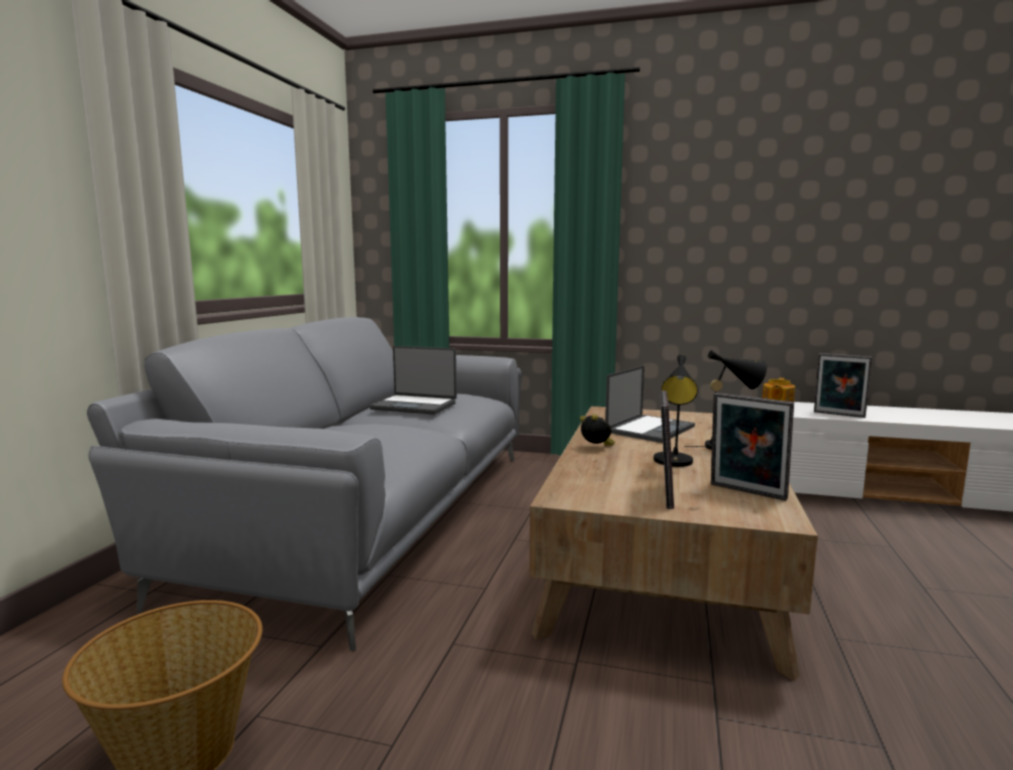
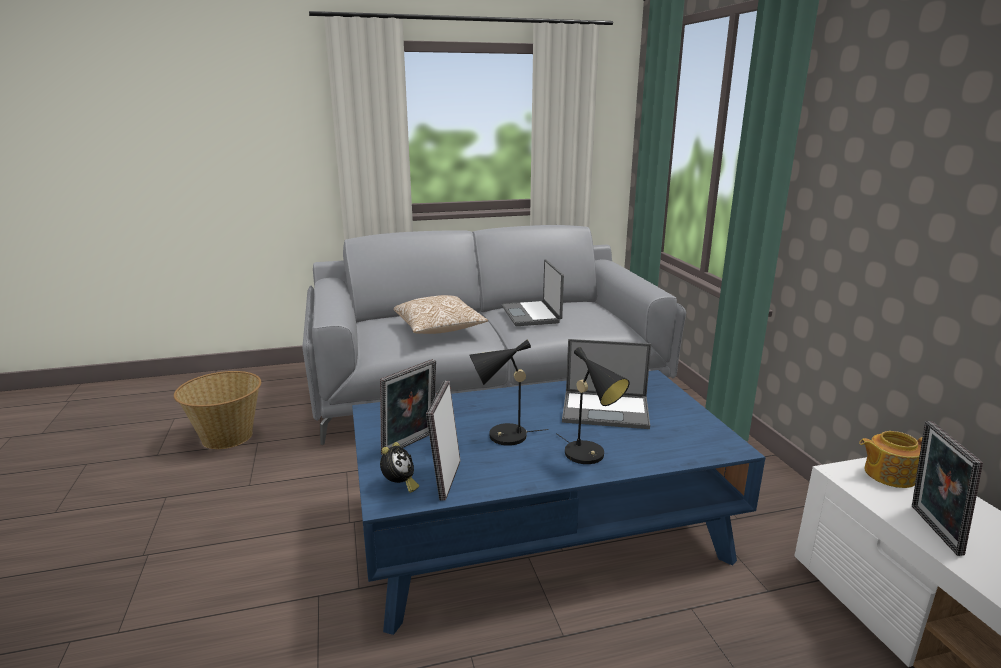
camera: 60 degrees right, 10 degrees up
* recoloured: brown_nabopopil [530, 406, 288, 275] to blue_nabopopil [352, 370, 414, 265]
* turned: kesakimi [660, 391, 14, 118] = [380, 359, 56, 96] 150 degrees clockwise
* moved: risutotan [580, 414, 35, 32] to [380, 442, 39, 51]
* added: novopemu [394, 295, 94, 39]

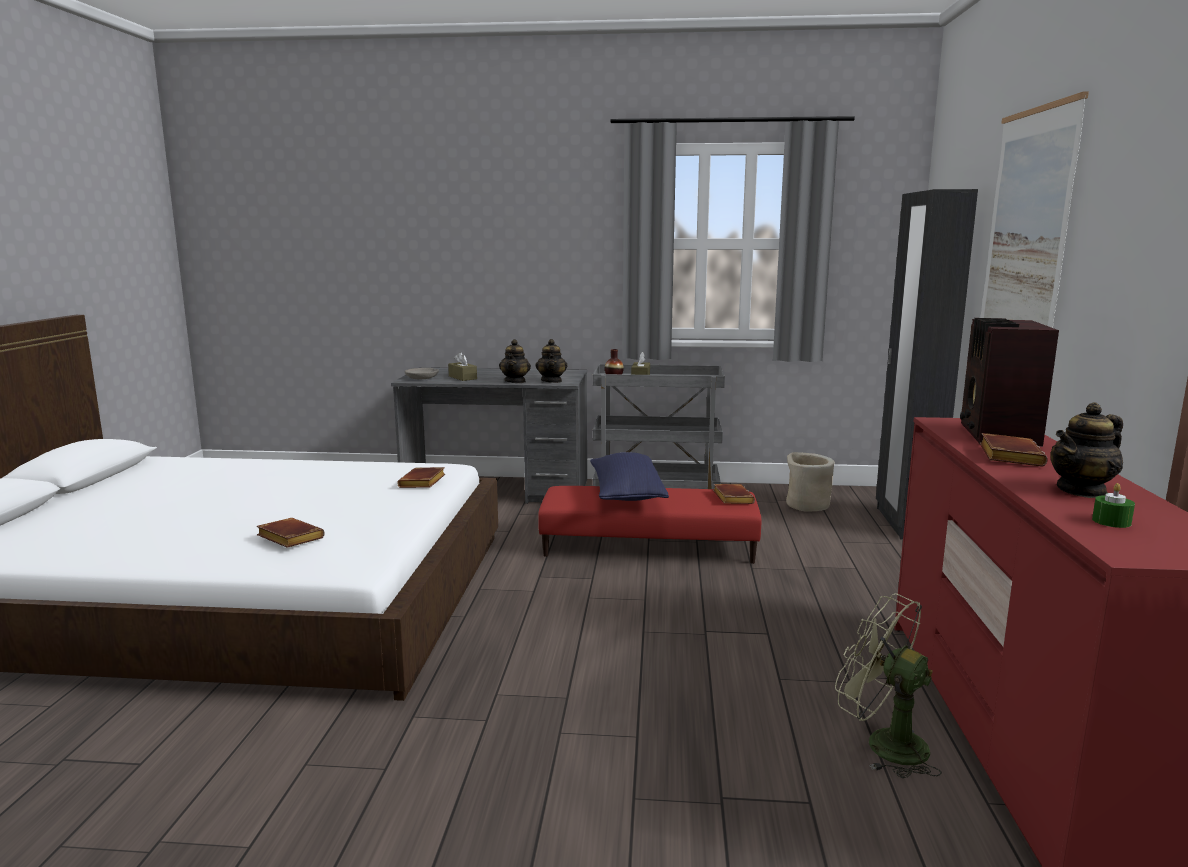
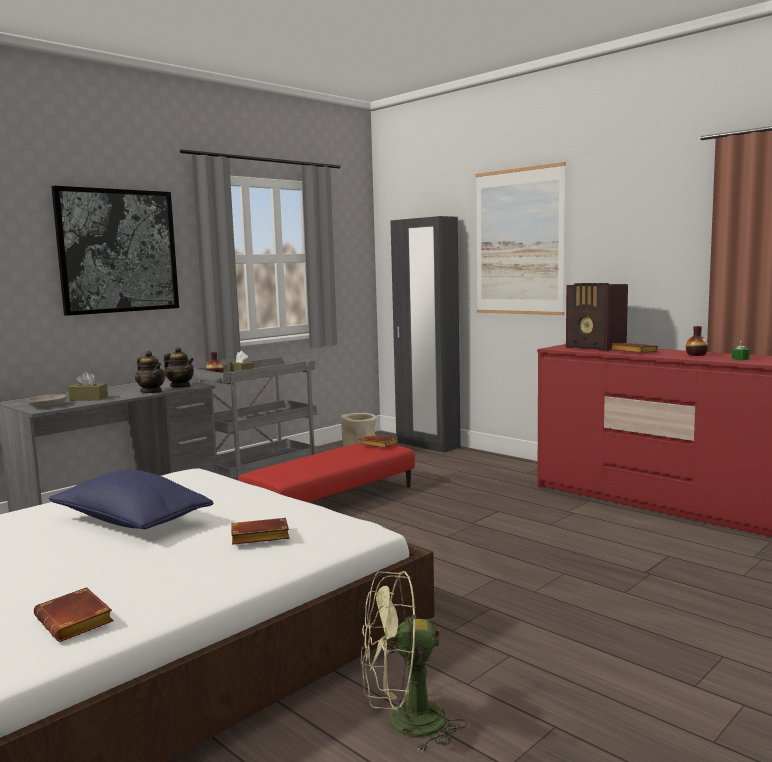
camera: 50 degrees left, 5 degrees down
* moved: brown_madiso [397, 467, 48, 21] to [34, 587, 80, 55]
* moved: blue_novopemu [590, 452, 79, 49] to [49, 470, 164, 59]
* added: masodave [51, 186, 128, 130]
* moved: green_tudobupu [835, 593, 107, 185] to [361, 571, 106, 182]
* replaced: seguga [1050, 402, 73, 96] to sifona [686, 326, 22, 30]

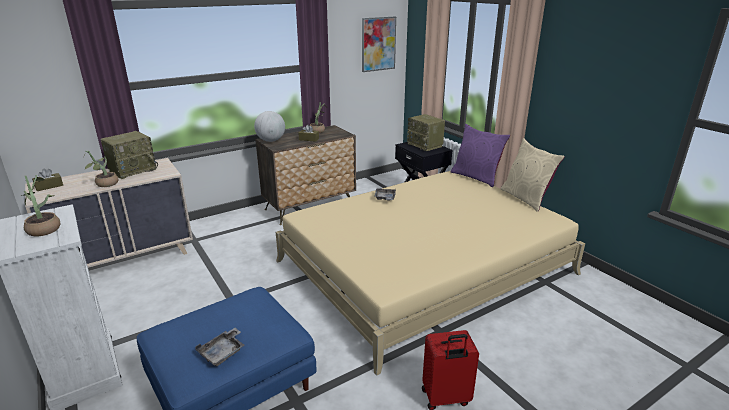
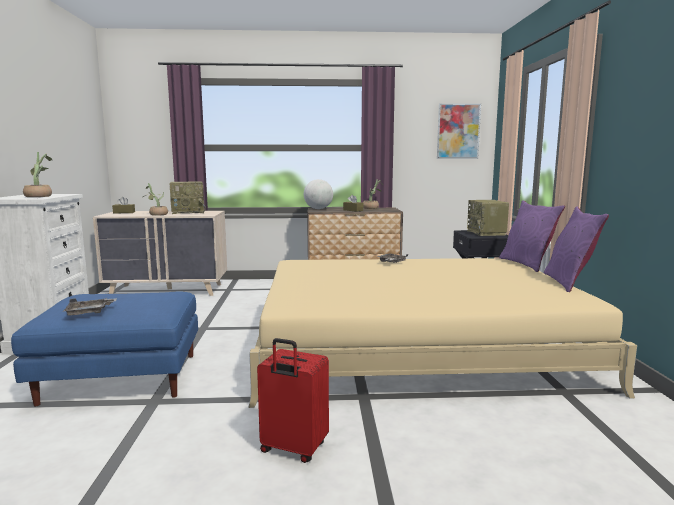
camera: 30 degrees right, 15 degrees down
* recoloured: beige_novopemu [501, 138, 64, 74] to purple_novopemu [544, 206, 65, 86]

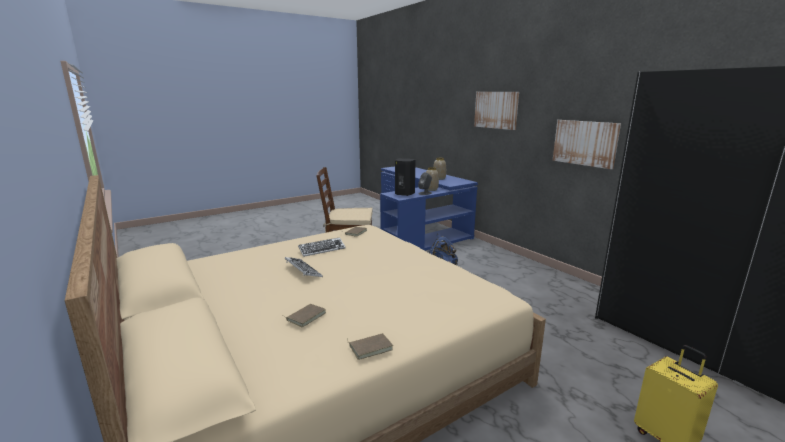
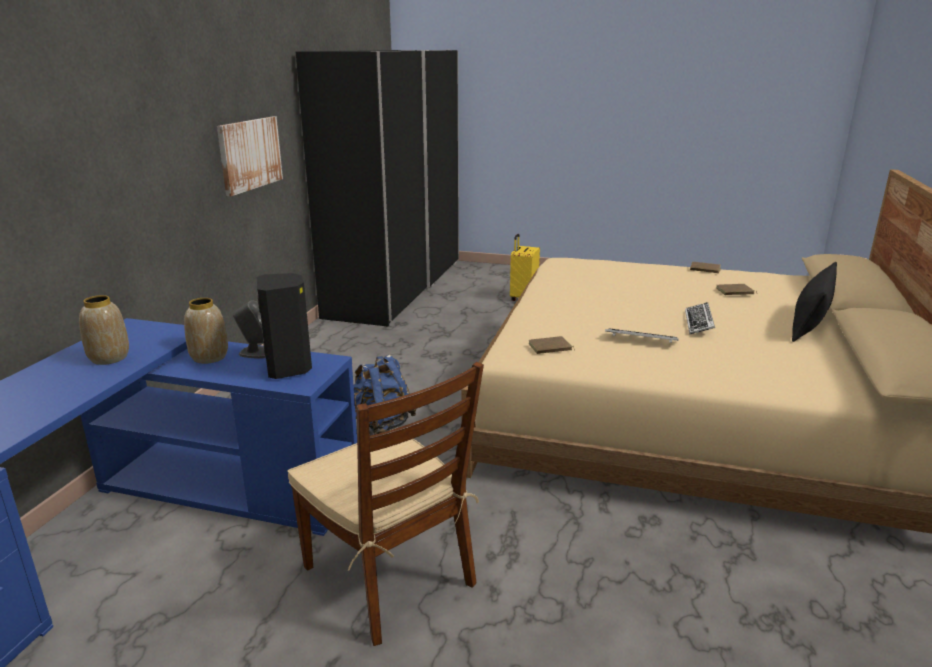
camera: 130 degrees left, 5 degrees up
* added: black_novopemu [792, 262, 45, 80]
* removed: masodave [474, 92, 45, 38]

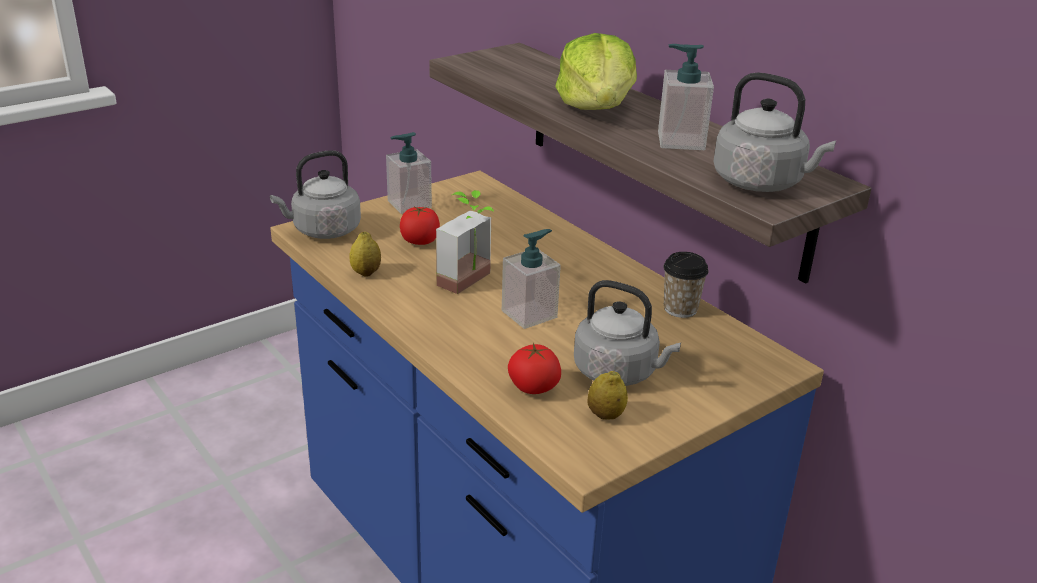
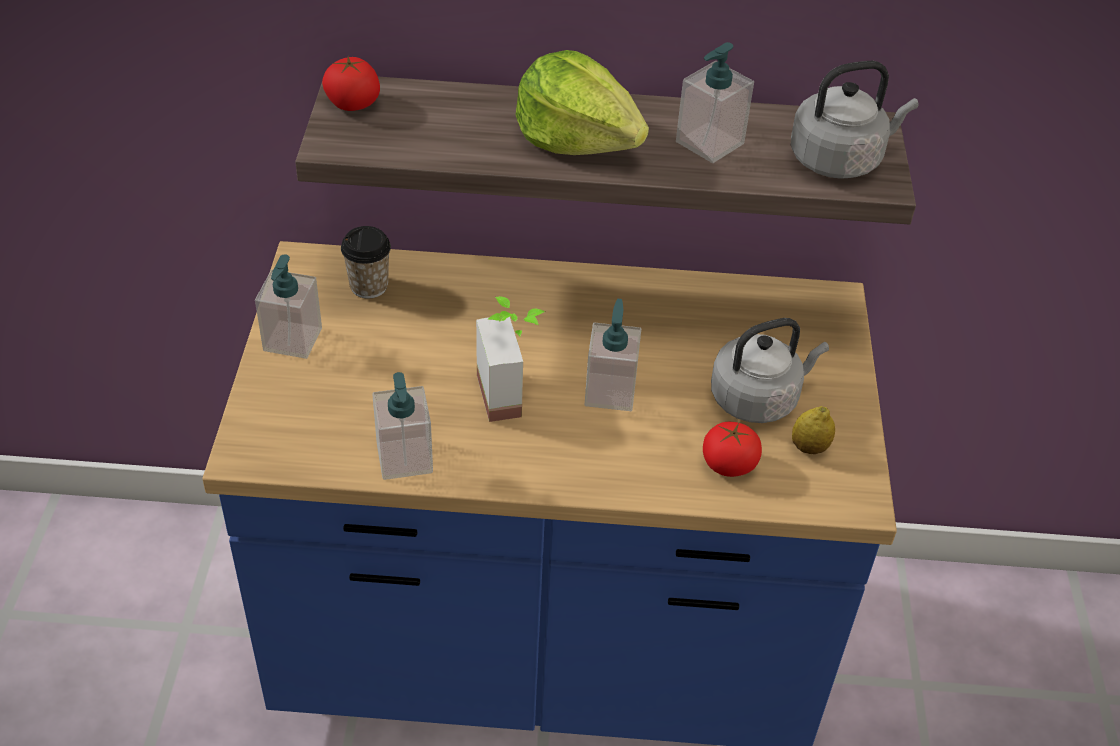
camera: 50 degrees left, 15 degrees up
* moved: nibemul [400, 206, 40, 39] to [322, 56, 58, 55]
* moved: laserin [663, 252, 46, 66] to [341, 226, 50, 72]
* replaced: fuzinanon [349, 232, 32, 45] to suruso [372, 372, 61, 108]
* removed: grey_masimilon [270, 150, 91, 89]

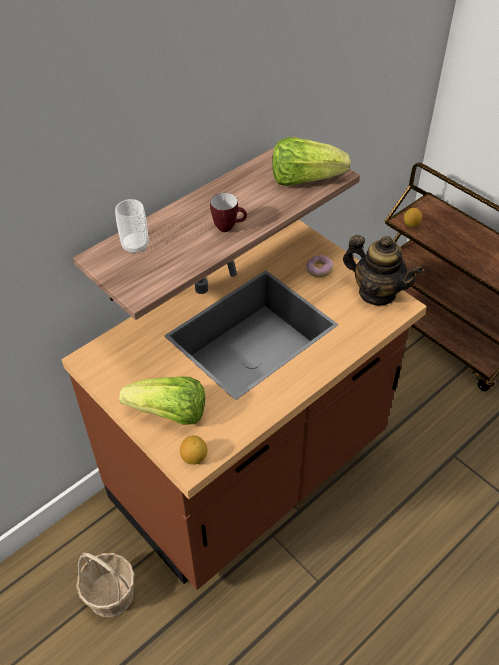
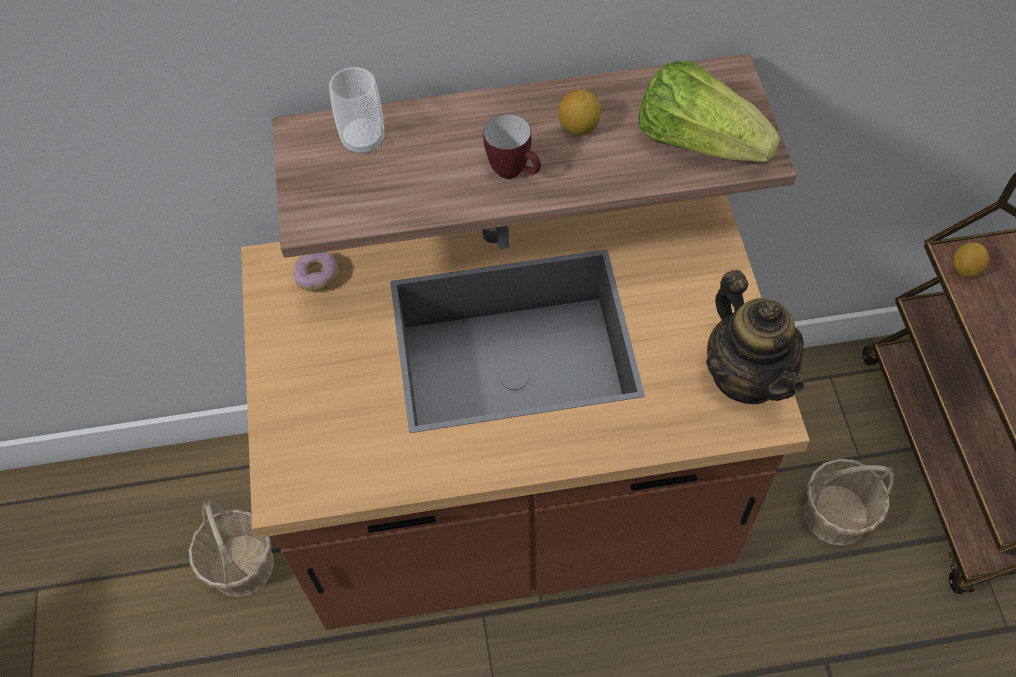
camera: 35 degrees right, 10 degrees up
* moved: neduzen [306, 255, 28, 23] to [293, 252, 45, 39]
* moved: fuzinanon [180, 436, 28, 29] to [559, 89, 42, 46]
* added: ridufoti [804, 459, 90, 87]
* removed: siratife [119, 376, 86, 49]

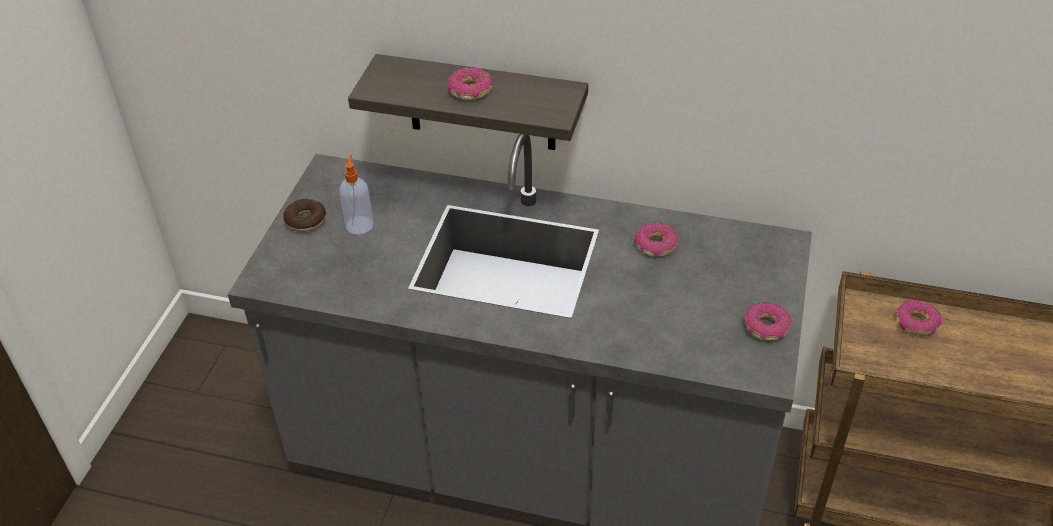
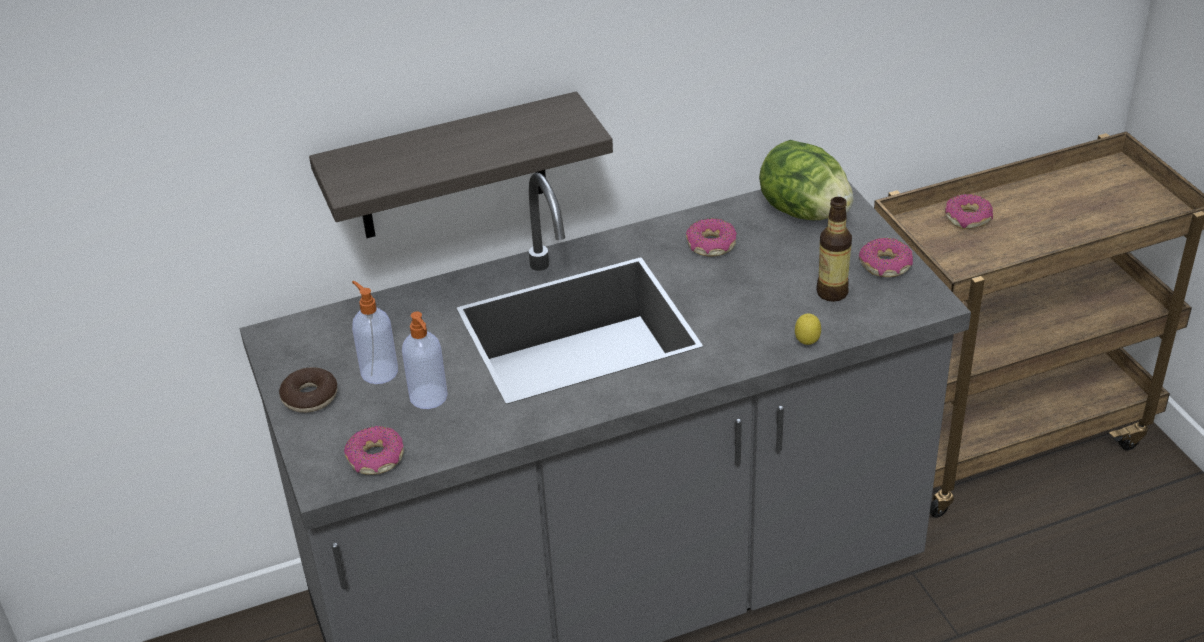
camera: 35 degrees left, 5 degrees down
* moved: neduzen [448, 67, 44, 33] to [344, 426, 60, 49]
* added: suruso [402, 311, 46, 98]
* added: siratife [759, 140, 95, 80]
* added: fuzinanon [795, 314, 26, 31]
* added: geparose [816, 197, 36, 105]

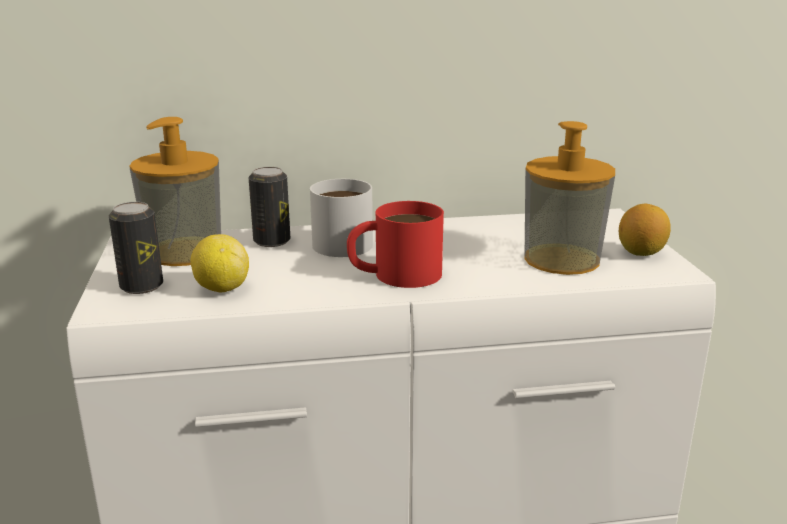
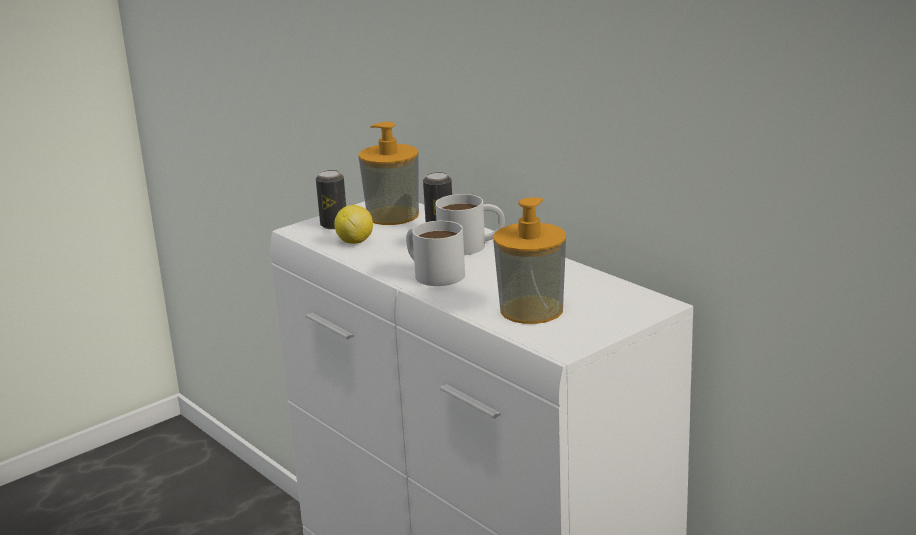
camera: 60 degrees right, 0 degrees up
* recoloured: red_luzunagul [347, 201, 97, 87] to white_luzunagul [406, 221, 59, 65]
* removed: fuzinanon [619, 204, 52, 52]

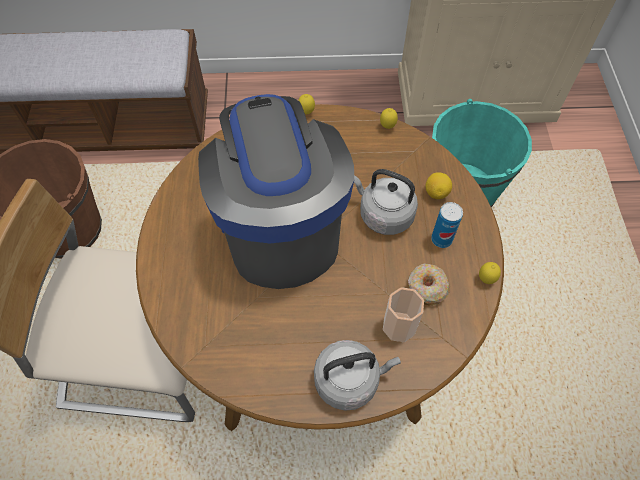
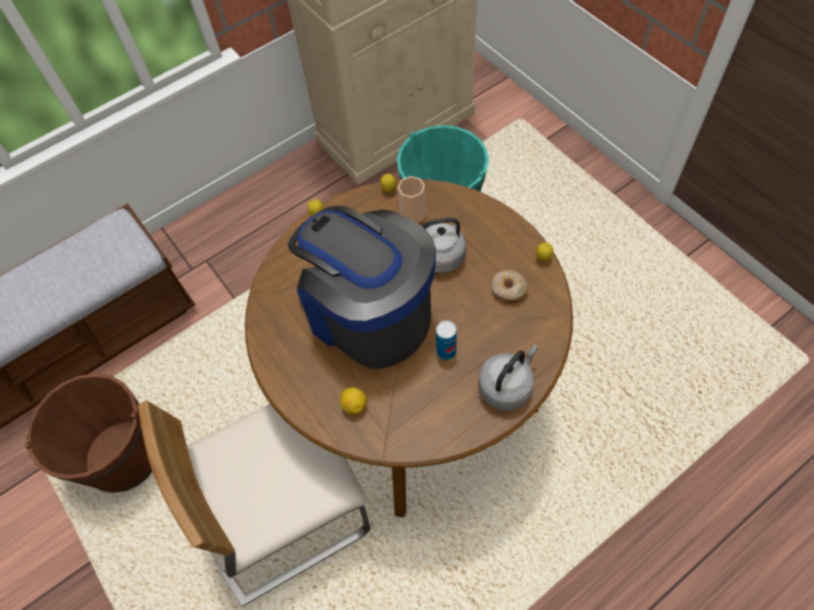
camera: 30 degrees left, 0 degrees up
* moved: fuzinanon [426, 172, 26, 27] to [340, 387, 27, 28]
* moved: laserin [383, 287, 41, 55] to [398, 176, 28, 47]
* moved: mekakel [431, 202, 32, 46] to [436, 320, 21, 40]

